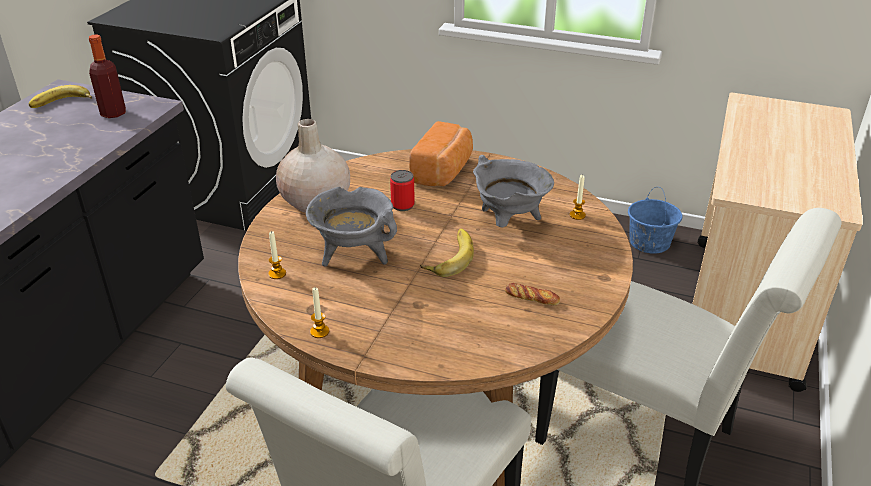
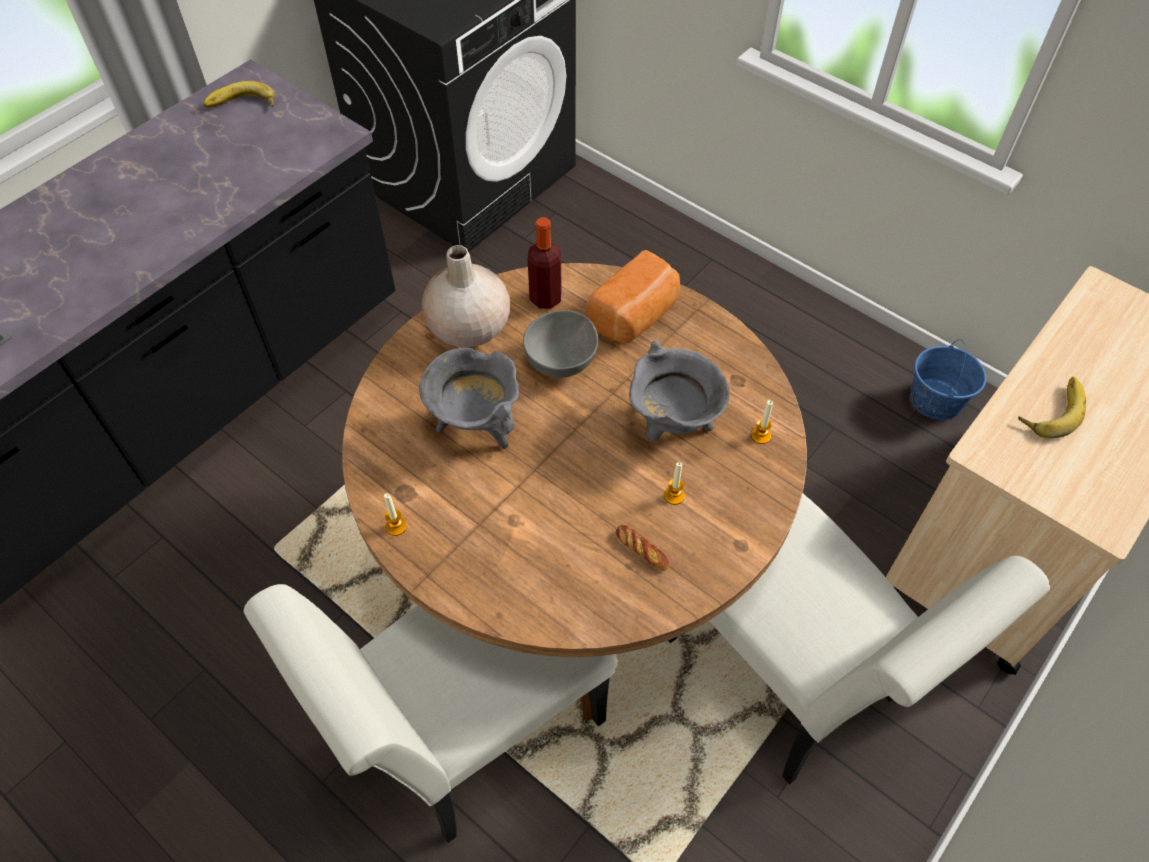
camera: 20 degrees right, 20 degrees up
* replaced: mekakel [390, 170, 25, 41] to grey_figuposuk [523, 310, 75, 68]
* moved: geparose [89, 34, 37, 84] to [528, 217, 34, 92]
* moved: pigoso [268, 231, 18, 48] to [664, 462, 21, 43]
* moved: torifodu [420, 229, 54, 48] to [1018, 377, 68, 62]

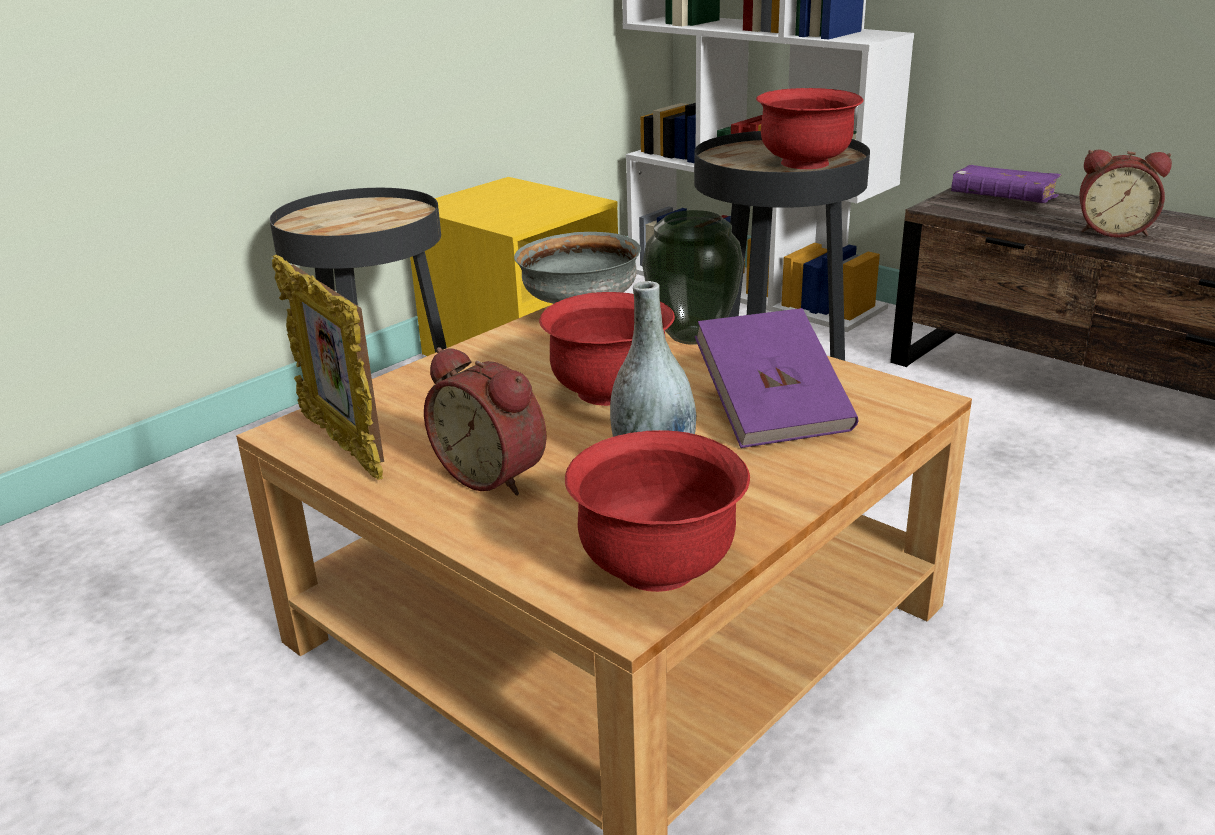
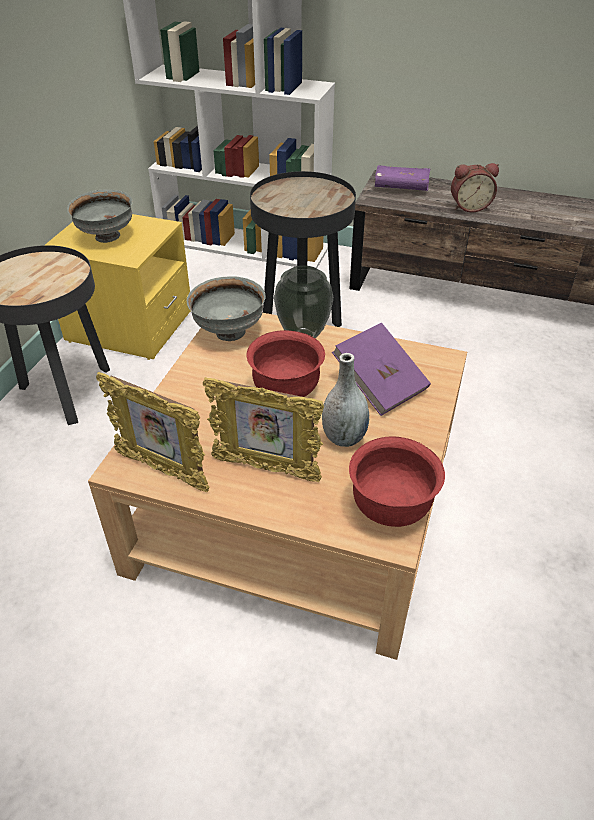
camera: 25 degrees left, 15 degrees up
* added: grey_figuposuk [67, 189, 66, 54]
* replaced: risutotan [424, 347, 123, 149] to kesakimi [203, 377, 121, 105]
* removed: red_figuposuk [756, 88, 107, 81]

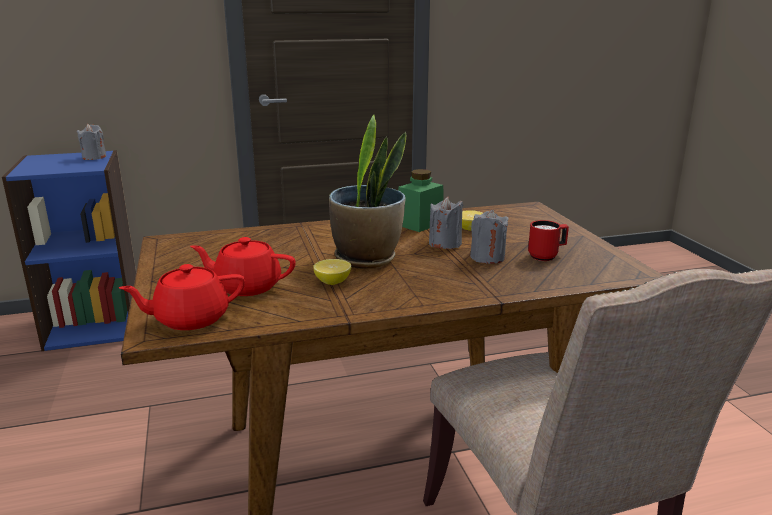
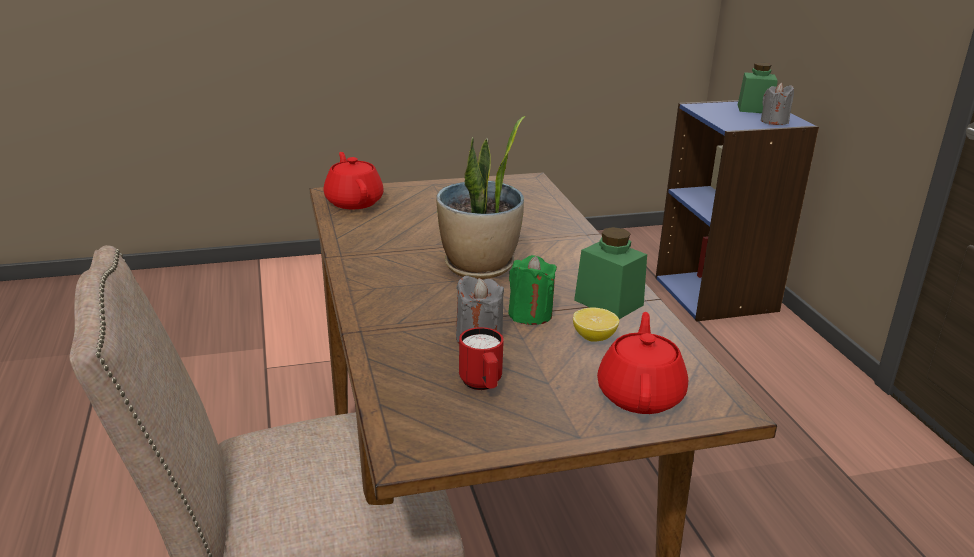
camera: 90 degrees right, 5 degrees up
* recoloured: grey_pigoso [429, 197, 34, 52] to green_pigoso [508, 255, 49, 70]
* moved: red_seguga [190, 237, 106, 59] to [597, 312, 91, 102]
* added: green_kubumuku [738, 62, 40, 51]
* removed: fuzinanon [313, 259, 38, 26]

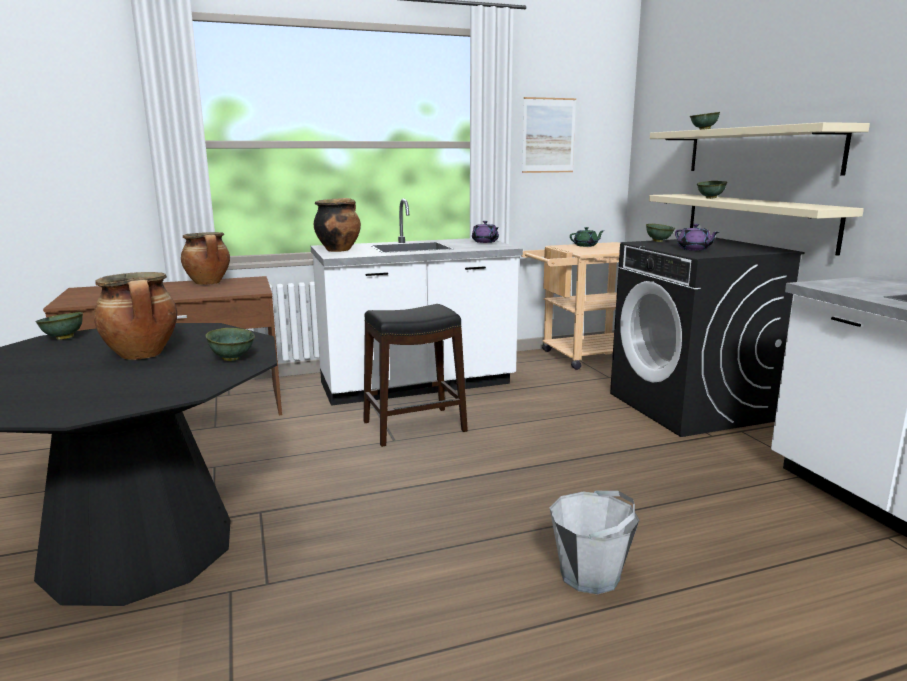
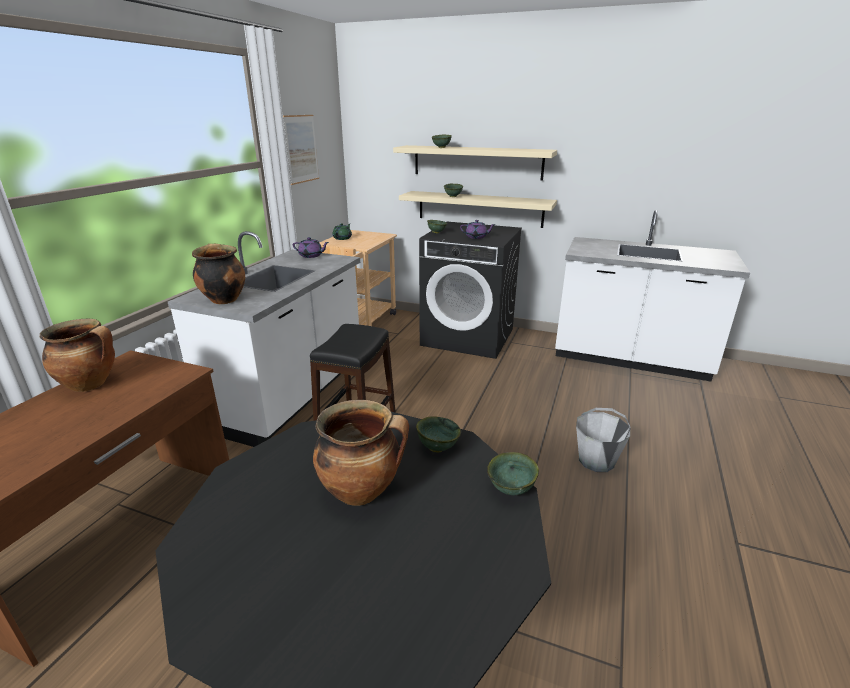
camera: 50 degrees left, 10 degrees up
* moved: green_figuposuk [36, 312, 47, 28] to [487, 452, 52, 43]

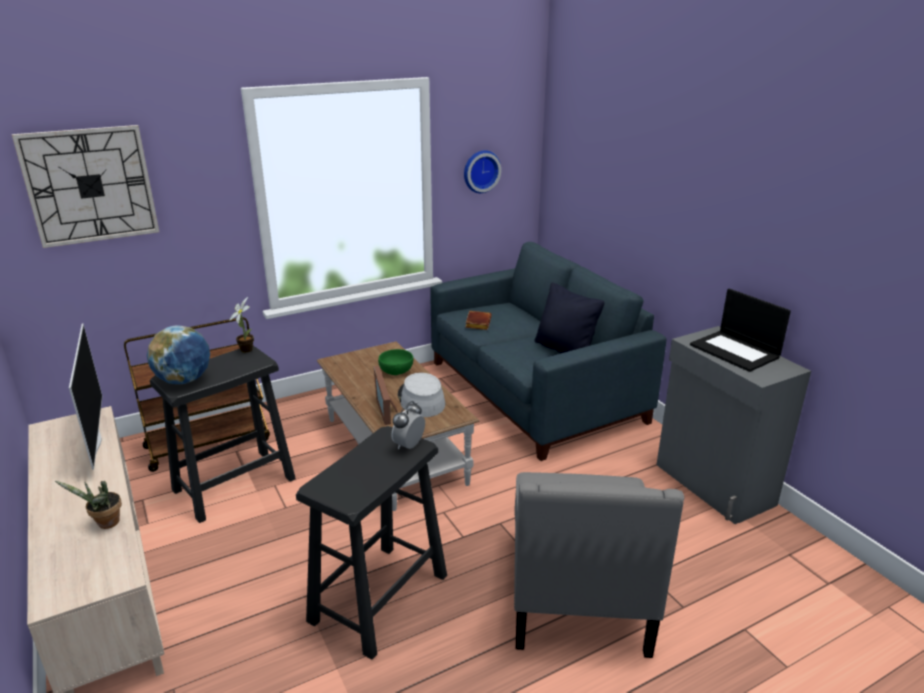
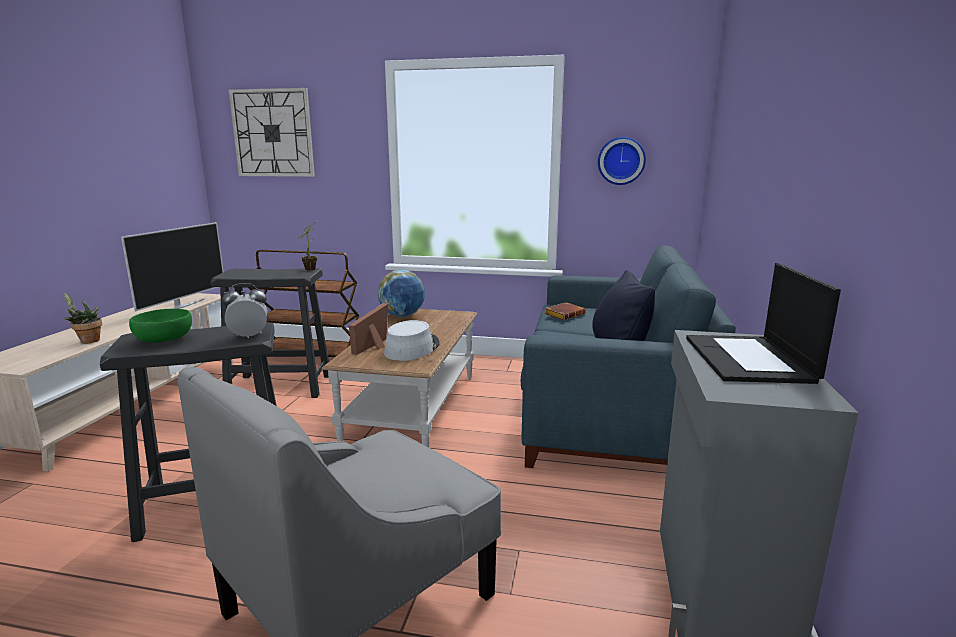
camera: 40 degrees right, 10 degrees down
* moved: green_figuposuk [378, 349, 35, 26] to [129, 309, 63, 34]
* moved: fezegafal [147, 325, 63, 59] to [378, 270, 47, 47]

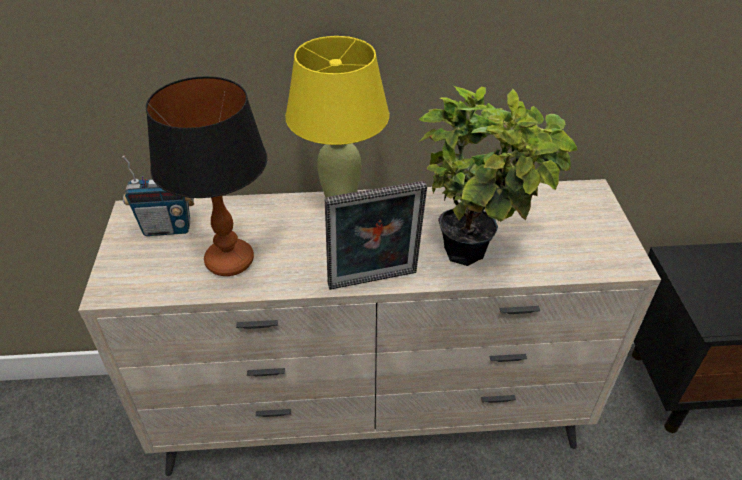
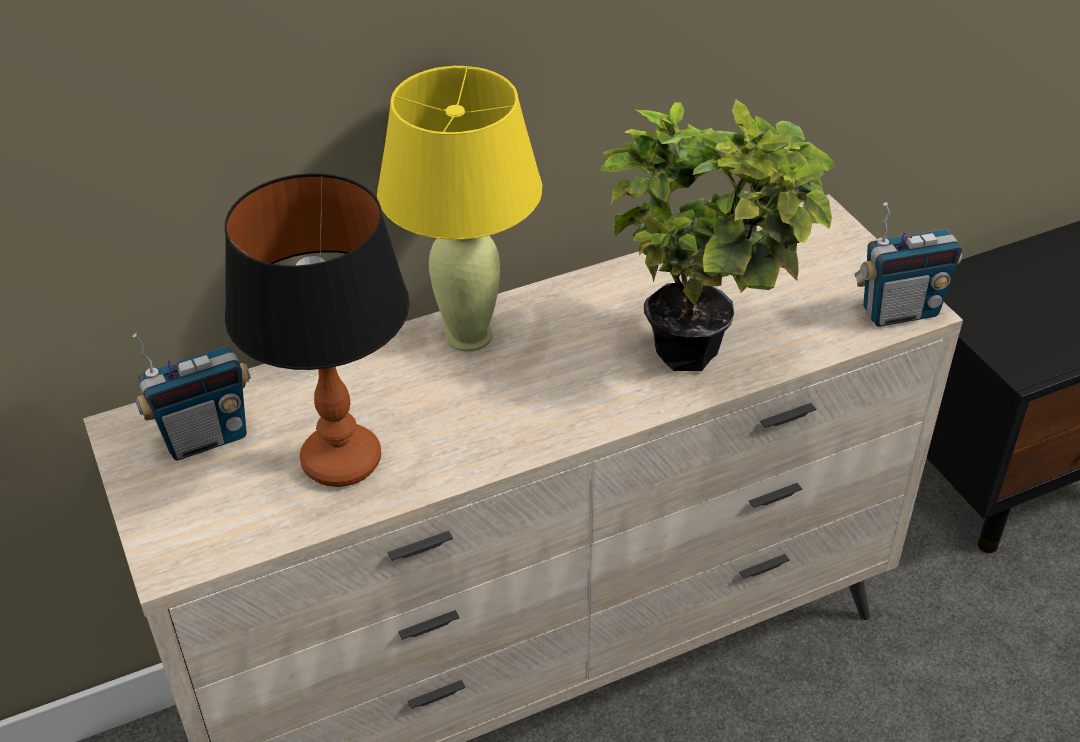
camera: 20 degrees left, 0 degrees up
* added: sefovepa [855, 202, 107, 125]
* removed: kesakimi [325, 181, 102, 109]

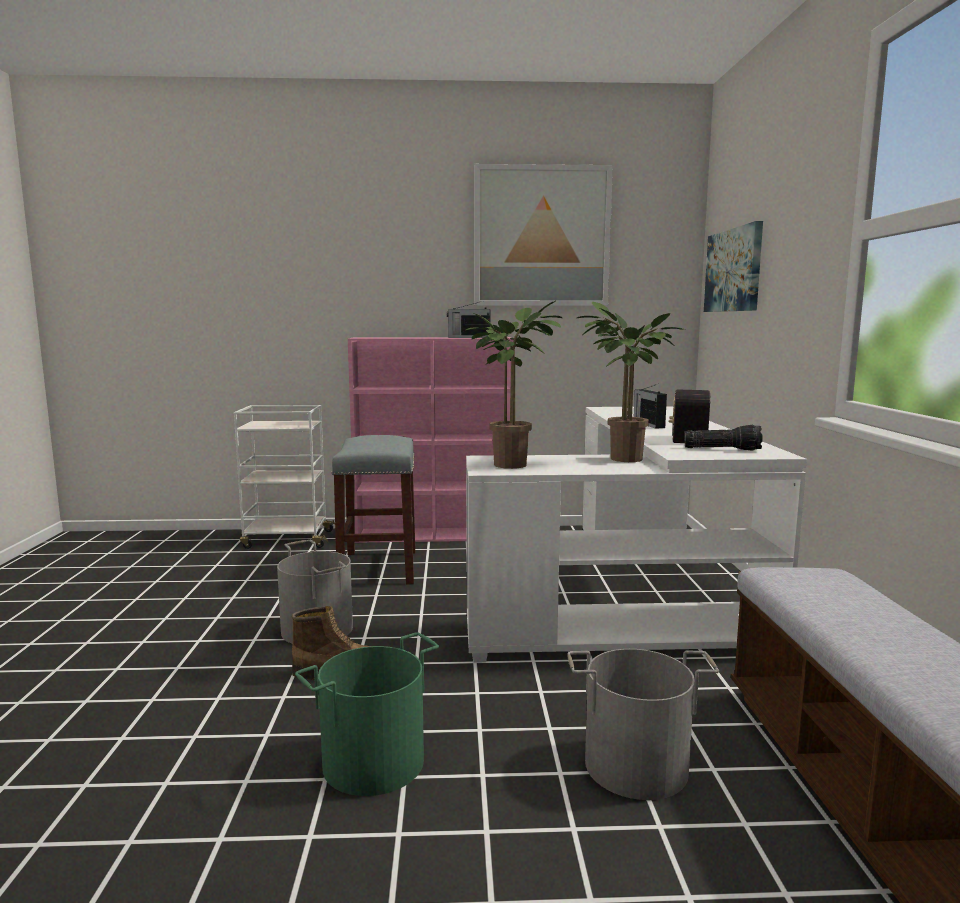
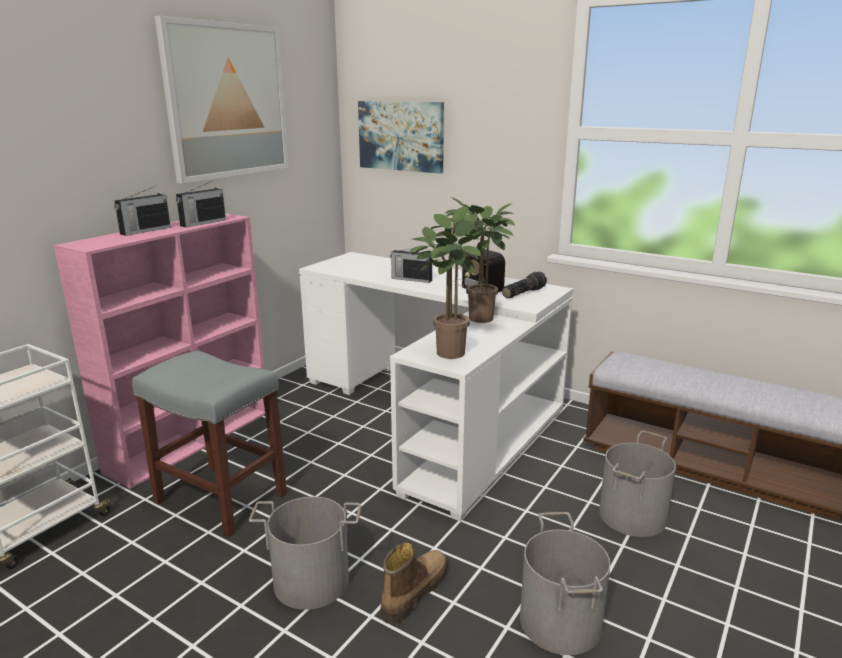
camera: 55 degrees left, 10 degrees up
* added: sefovepa [114, 186, 57, 50]
* recoloured: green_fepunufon [295, 632, 144, 164] to grey_fepunufon [520, 512, 91, 143]

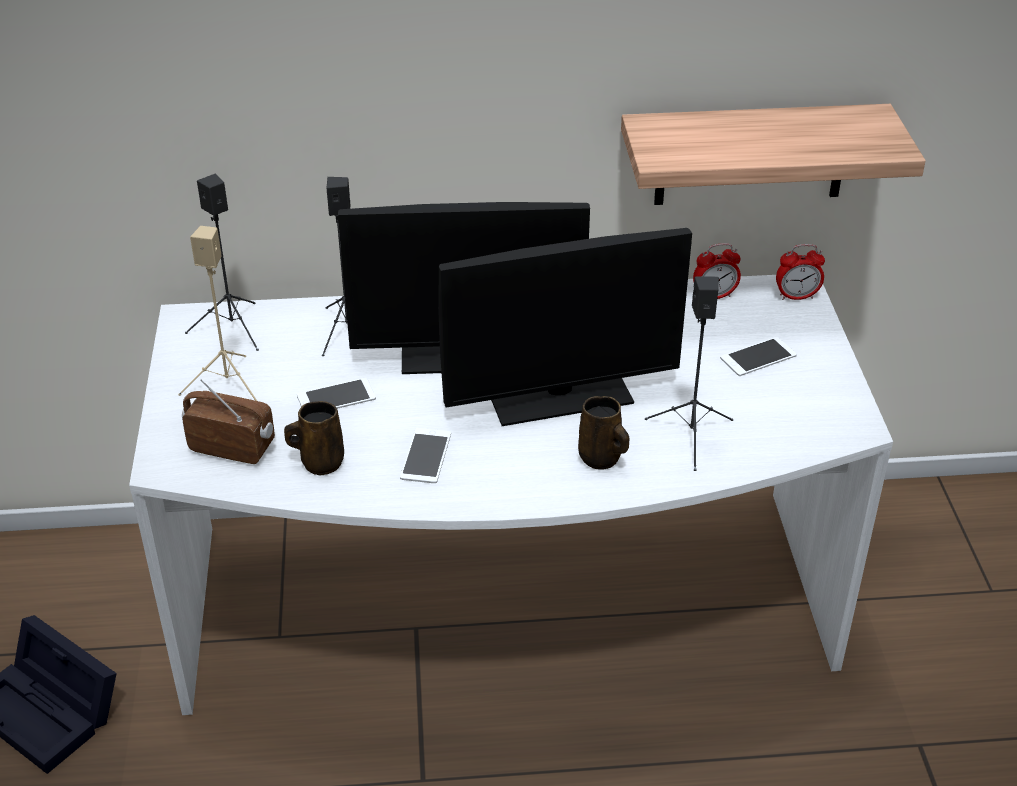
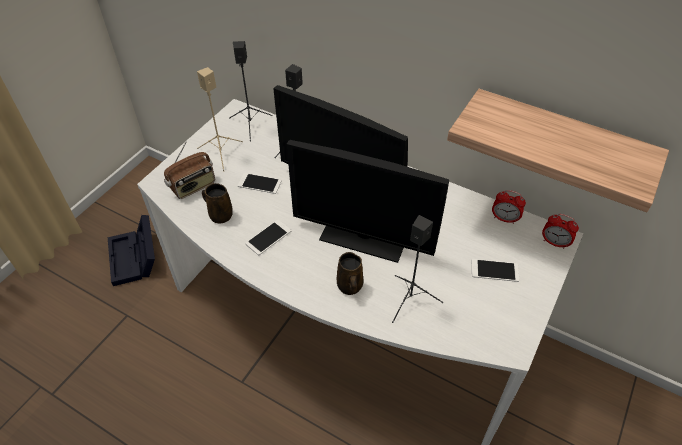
camera: 35 degrees right, 10 degrees up
* turned: sefovepa [182, 379, 93, 85] = [164, 141, 51, 58] 90 degrees clockwise

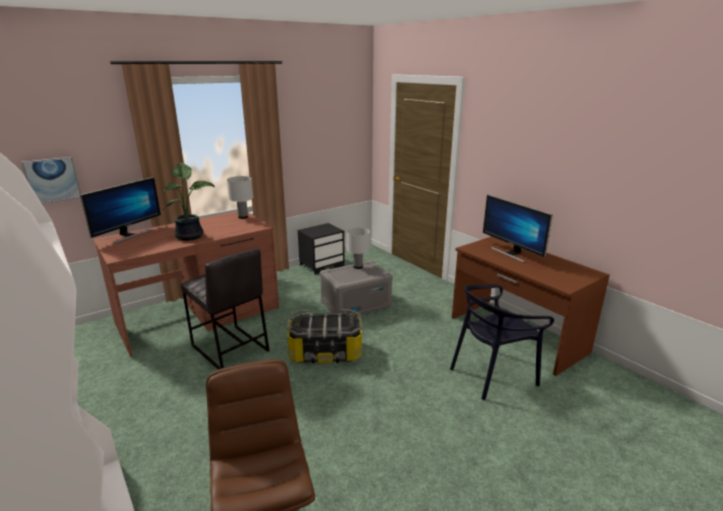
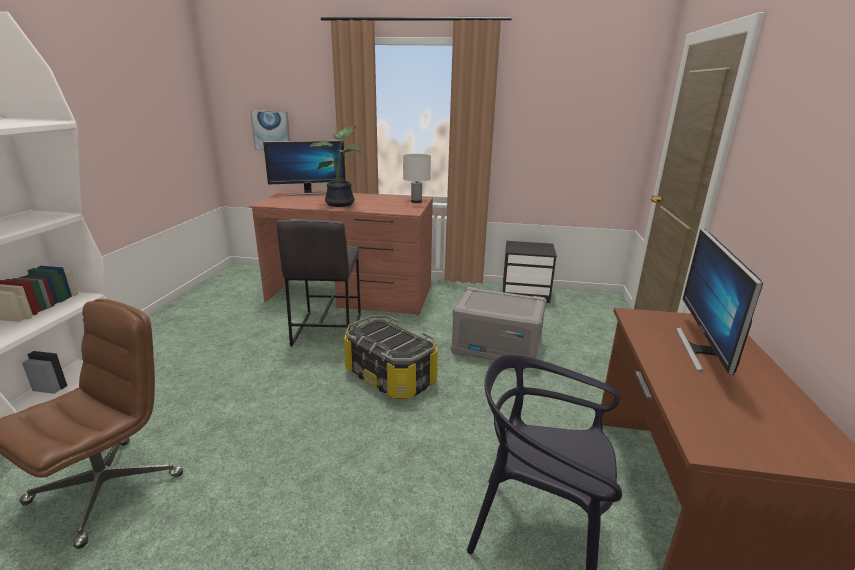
camera: 45 degrees right, 0 degrees up
* removed: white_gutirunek [346, 227, 24, 42]

